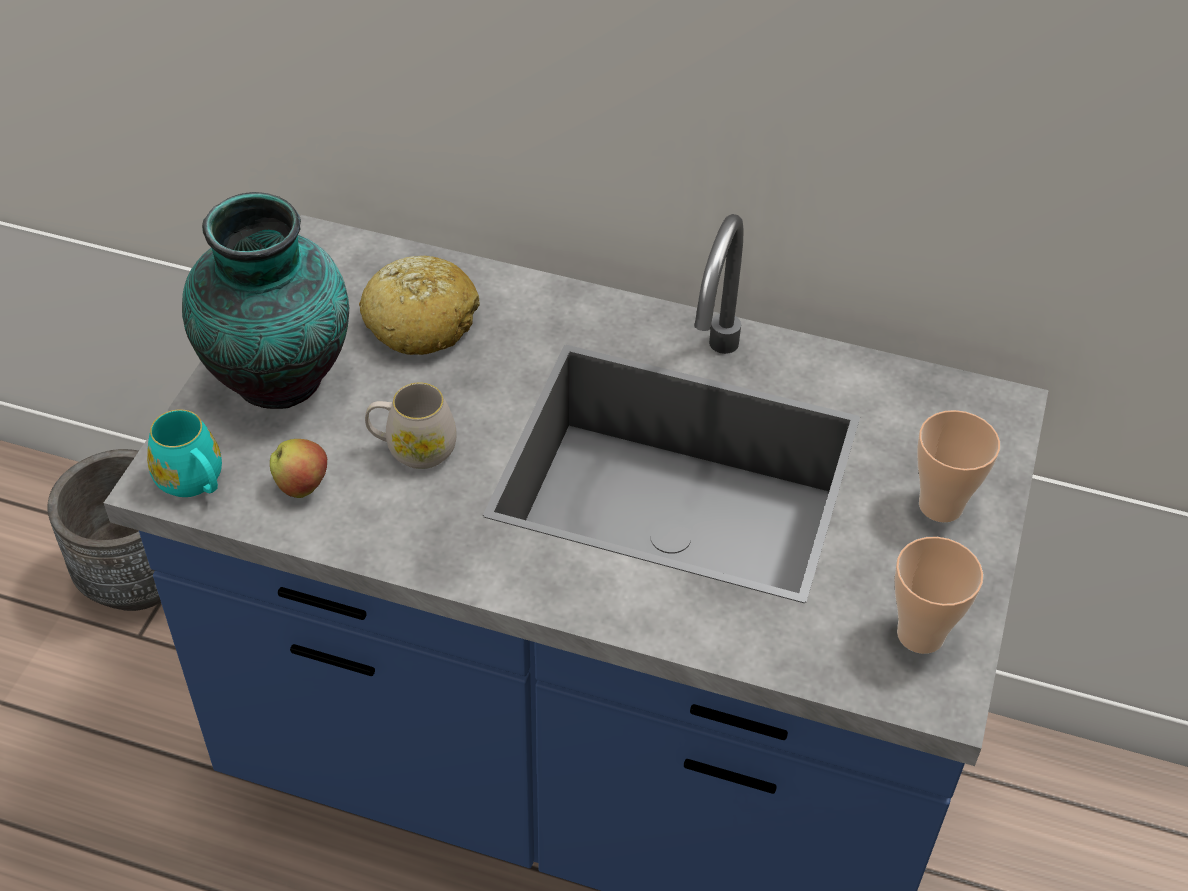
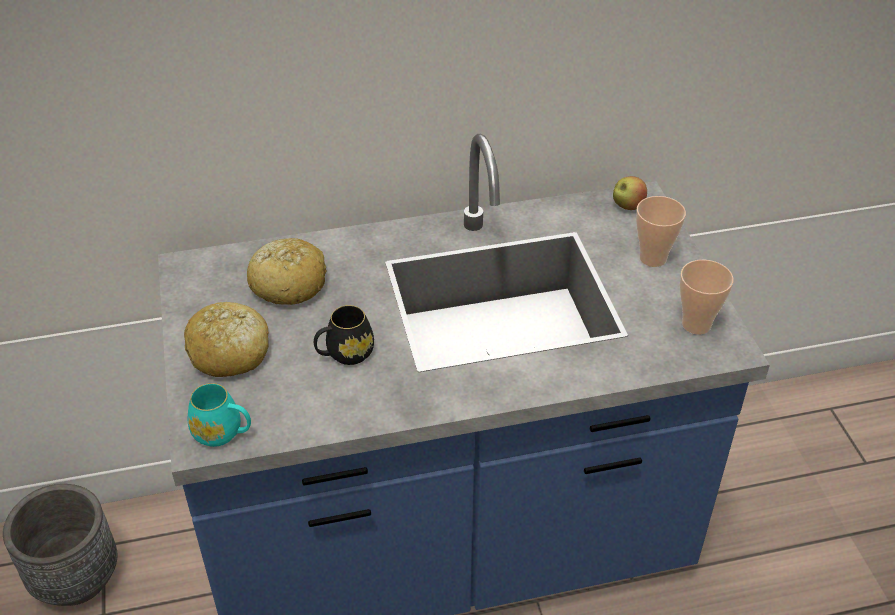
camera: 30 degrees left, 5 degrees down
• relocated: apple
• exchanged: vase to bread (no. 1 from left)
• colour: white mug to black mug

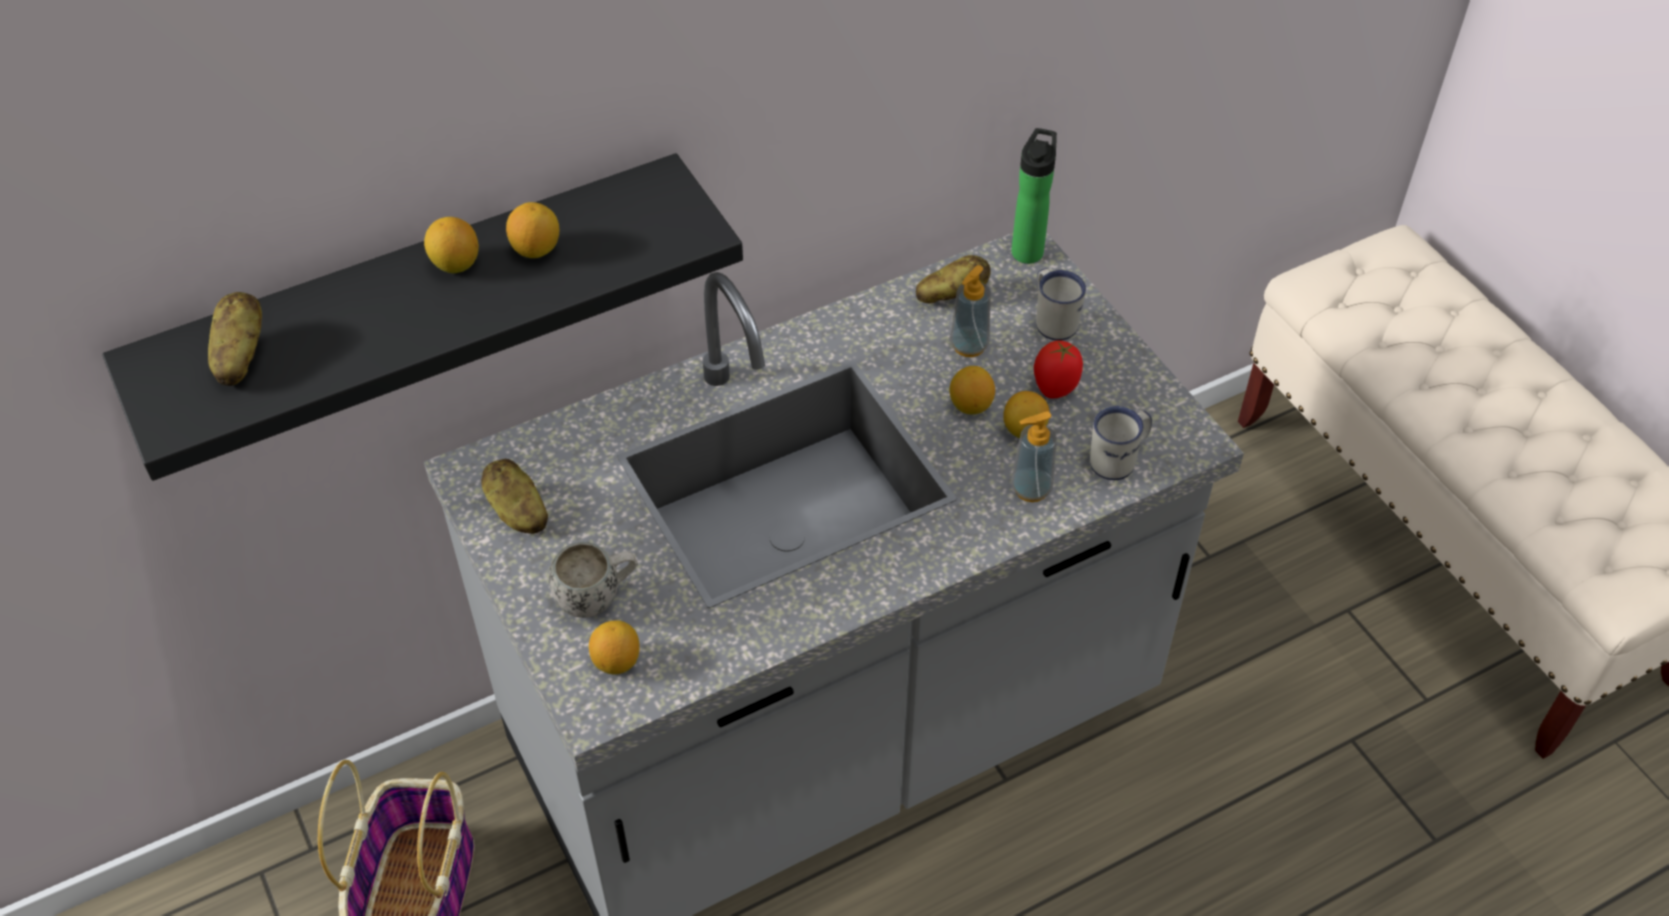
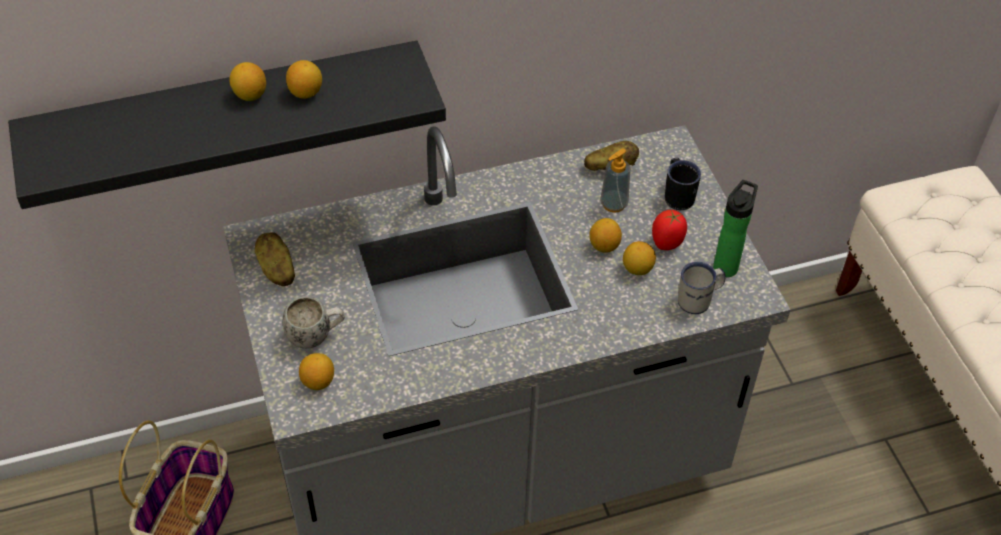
camera: 10 degrees right, 0 degrees up
• missing: potato (no. 1 from left)
• missing: soap dispenser (no. 2 from left)
• relocated: bottle
• colour: white mug (no. 2 from left) to black mug

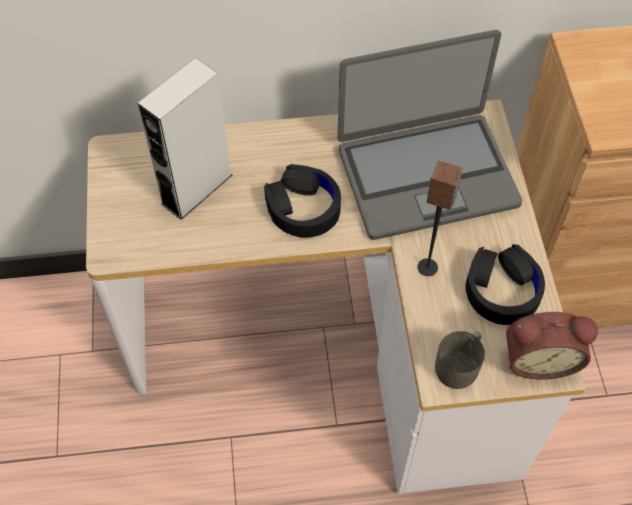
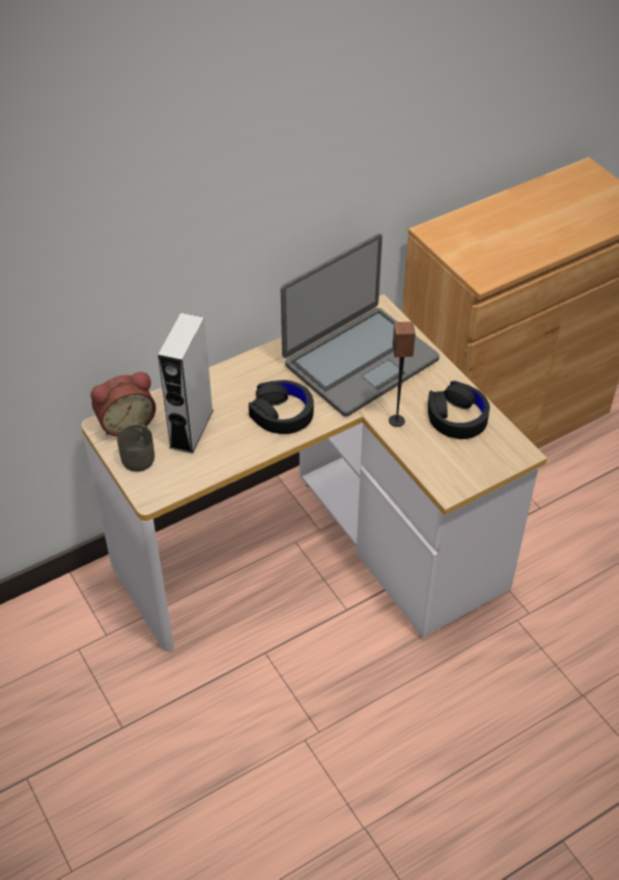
camera: 25 degrees left, 10 degrees down
• relocated: grey mug
• relocated: alarm clock

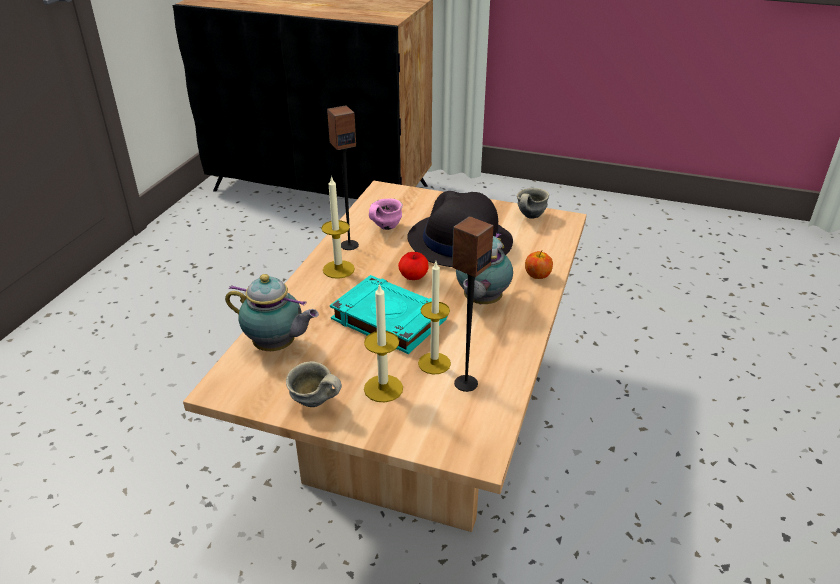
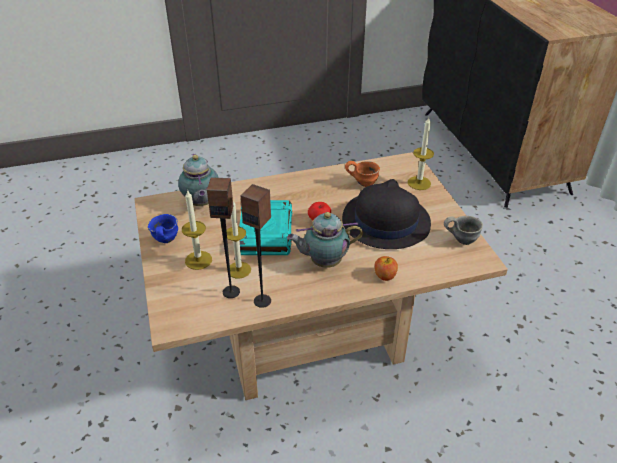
camera: 55 degrees right, 5 degrees up
• relocated: candle (no. 1 from left in the first image) to candle (no. 3 from left)
• relocated: speaker (no. 1 from left in the first image) to speaker (no. 2 from left)
• colour: grey mug (no. 1 from left) to blue mug
• colour: pink mug to orange mug

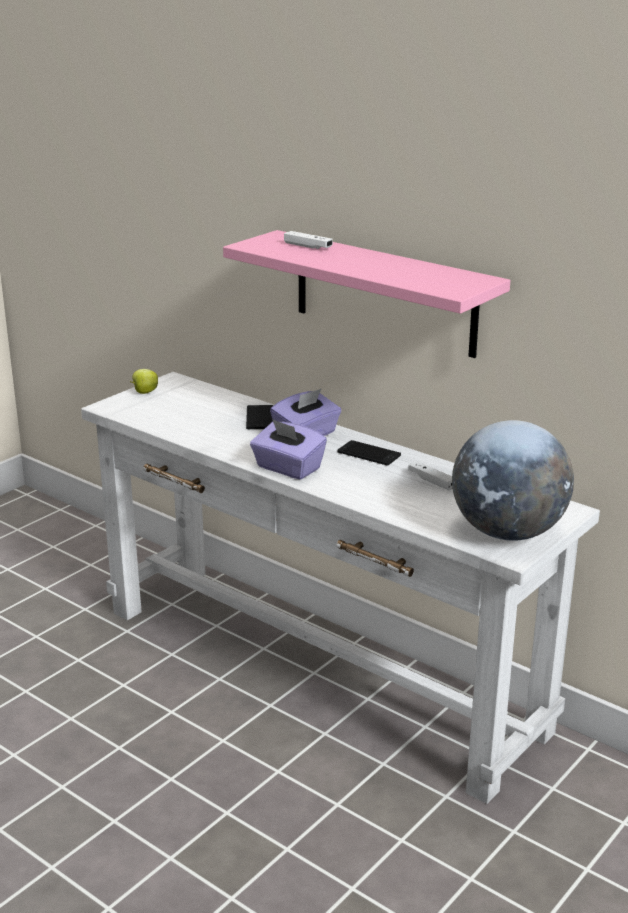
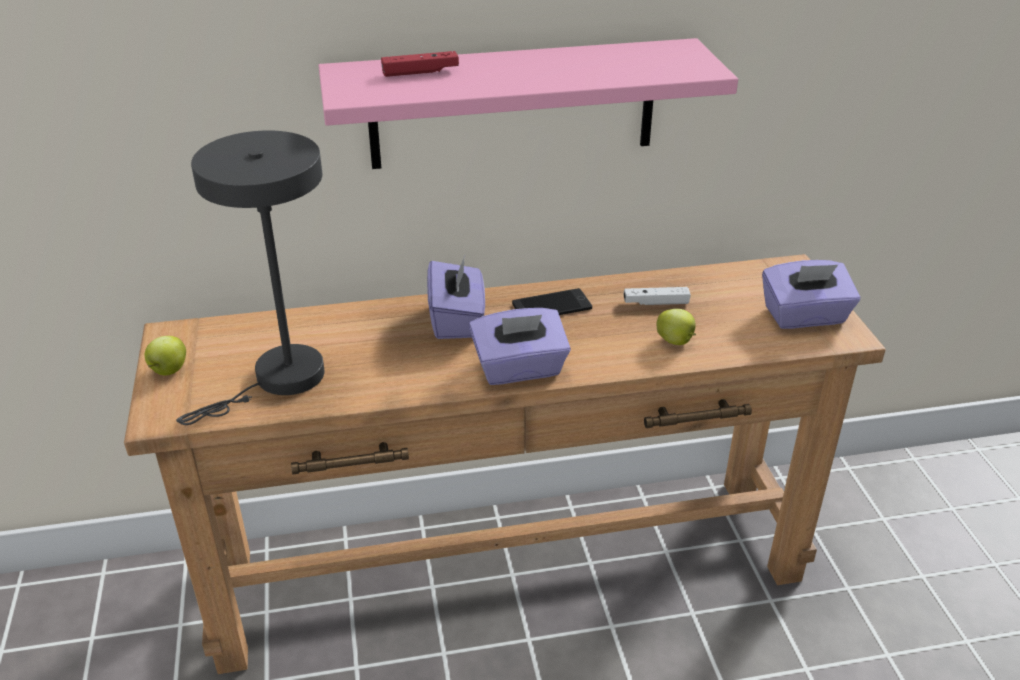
camera: 50 degrees left, 10 degrees up
• missing: phone (no. 1 from left)
• appeared: grey table lamp
• appeared: apple (no. 2 from left)
• exchanged: globe to purple tissue box (no. 3 from left)
• colour: white console table to brown console table
• colour: white game controller (no. 1 from left) to red game controller

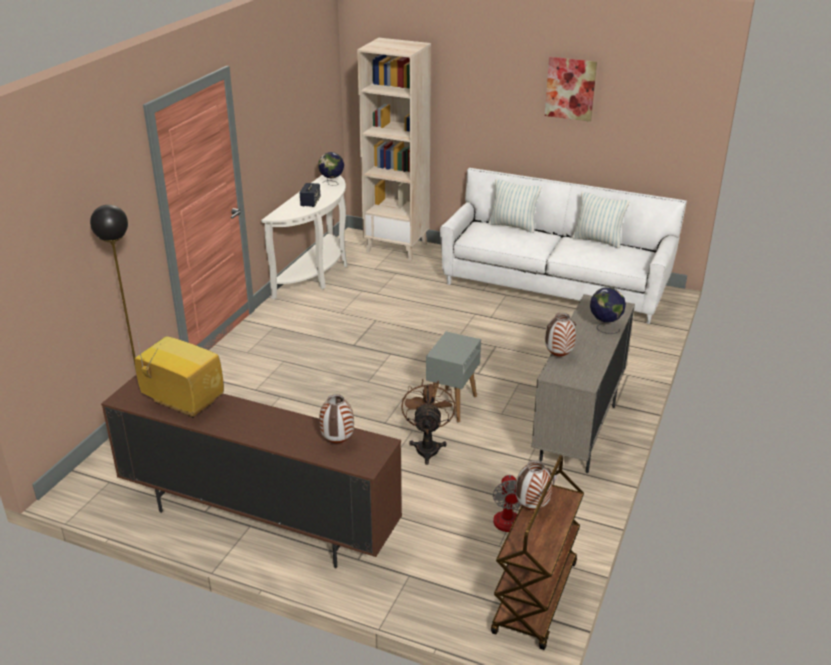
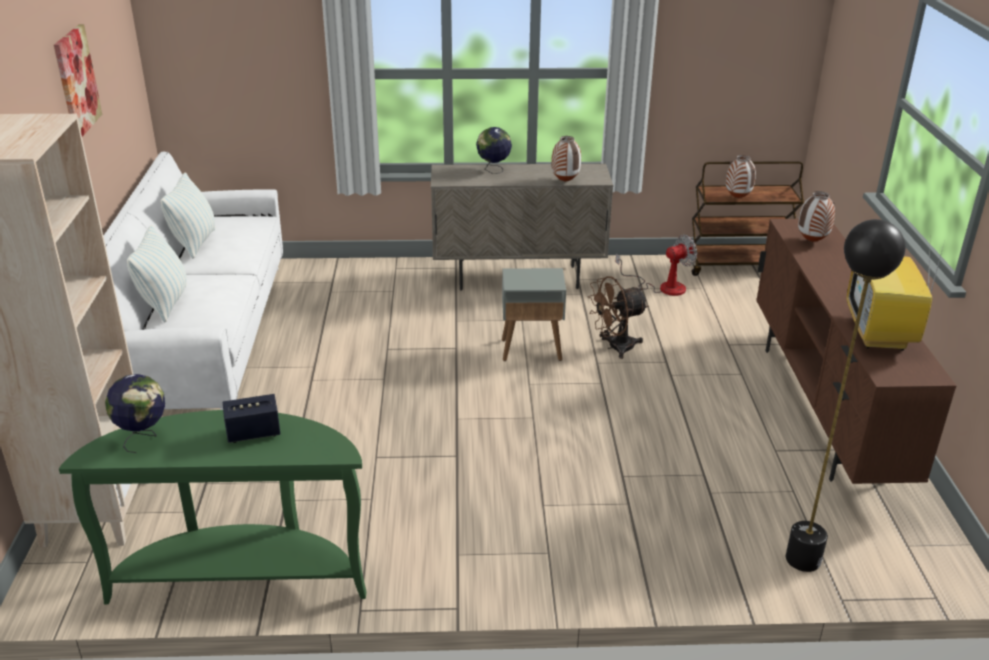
camera: 115 degrees left, 0 degrees up
• colour: white console table to green console table

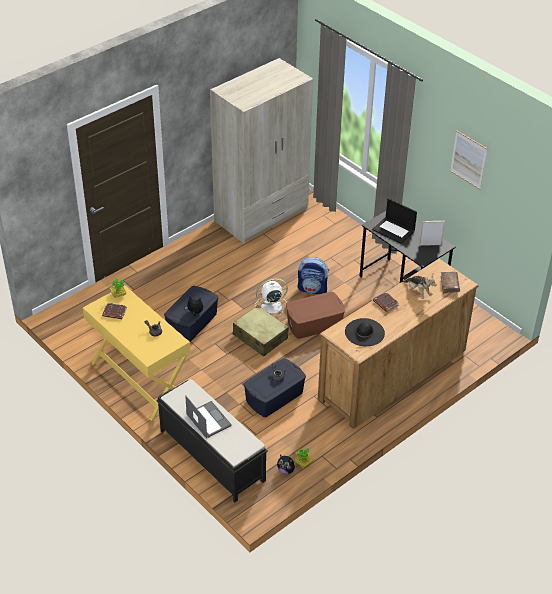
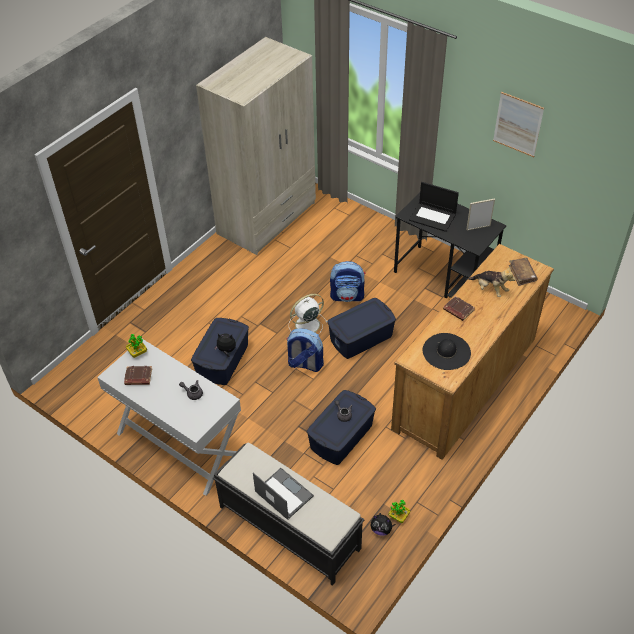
camera: 10 degrees left, 5 degrees up
• exchanged: beige suitcase to backpack (no. 1 from left)
• colour: yellow console table to white console table
• colour: brown storage box to blue storage box (no. 3 from left)

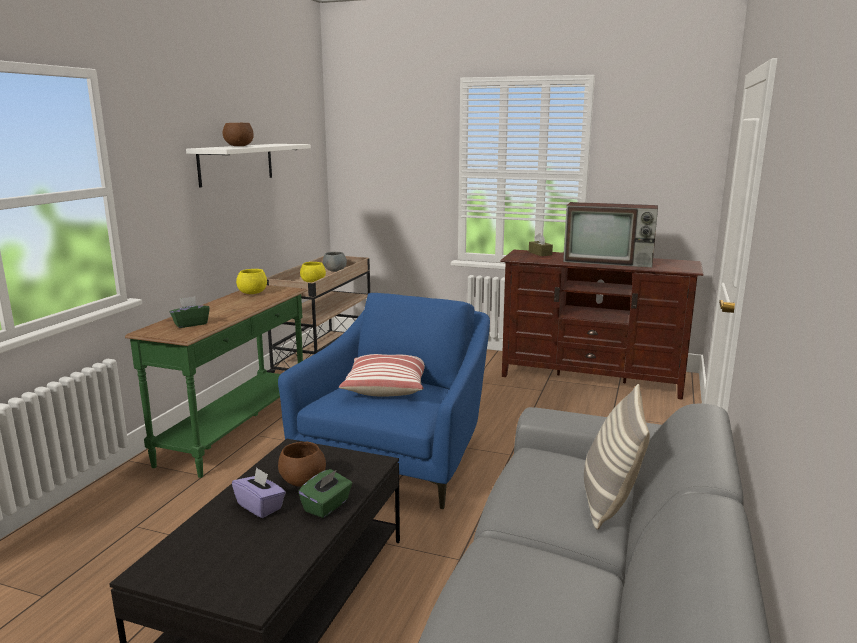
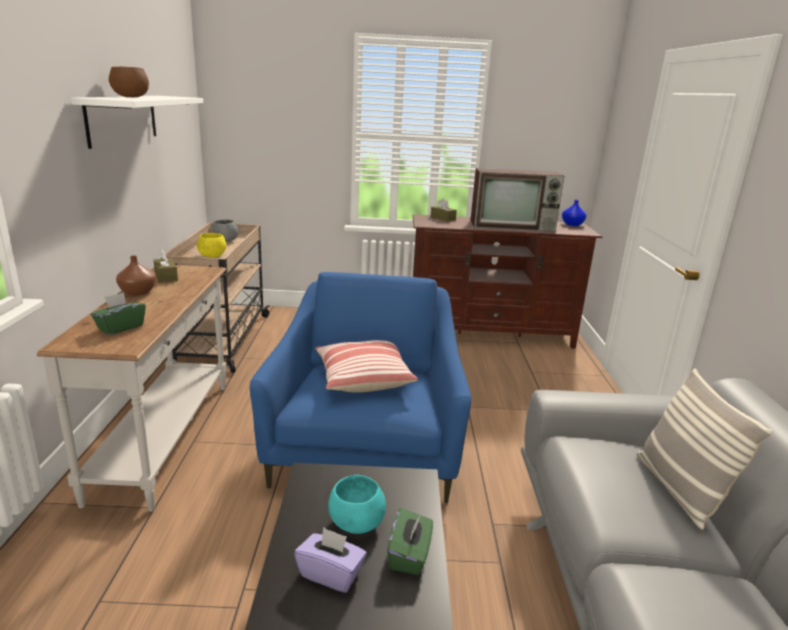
camera: 20 degrees left, 5 degrees up
• appeared: brown vase
• appeared: blue vase
• exchanged: yellow bowl (no. 1 from left) to brown tissue box (no. 1 from left)
• colour: green console table to white console table
• colour: brown bowl (no. 2 from left) to turquoise bowl

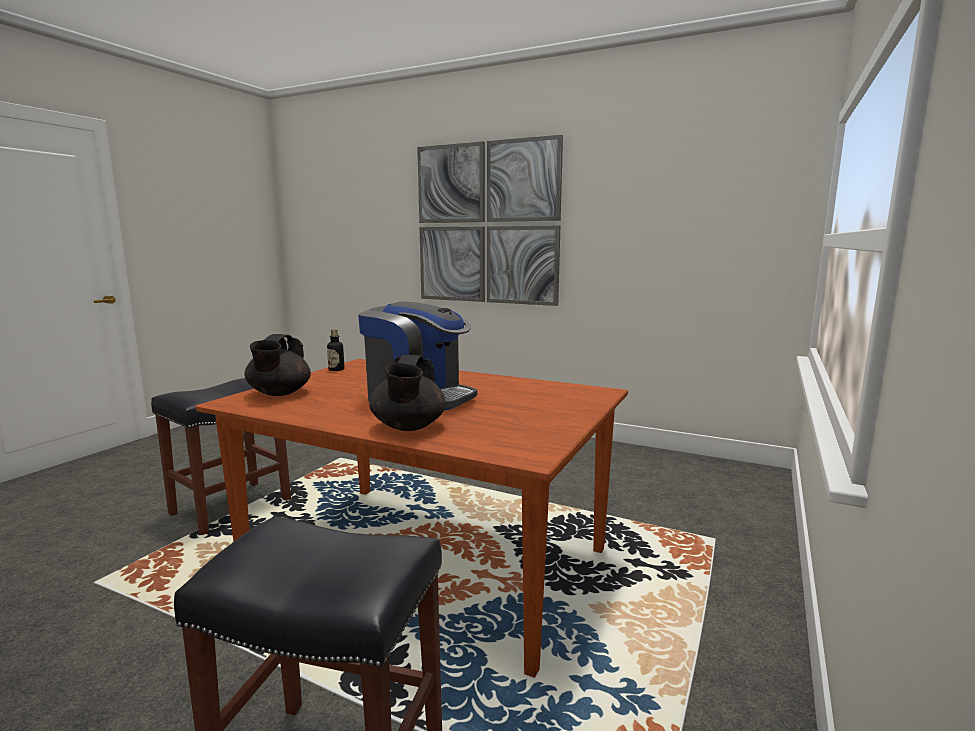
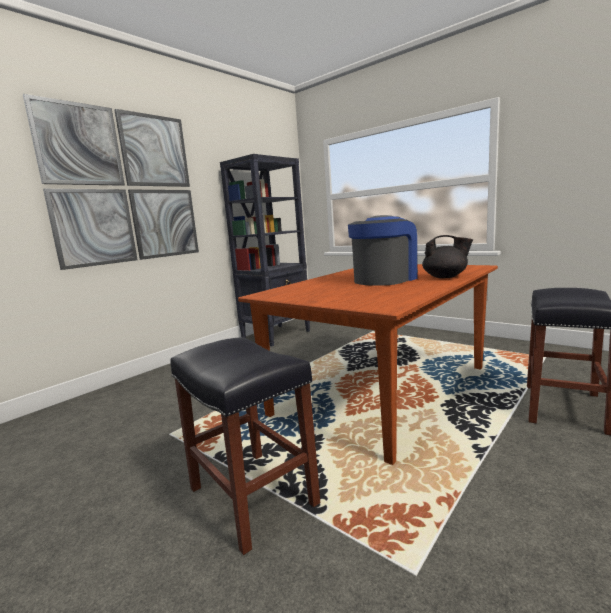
camera: 75 degrees left, 0 degrees up
• missing: black teapot (no. 1 from left)
• missing: bottle
• appeared: black bookcase

